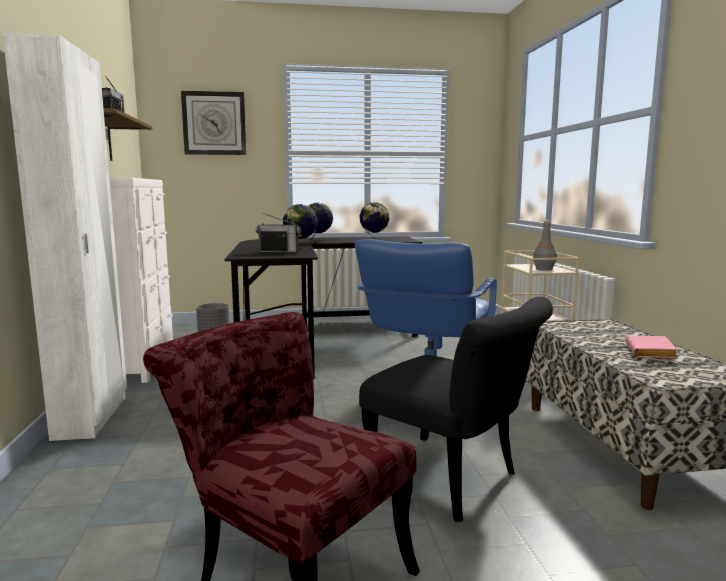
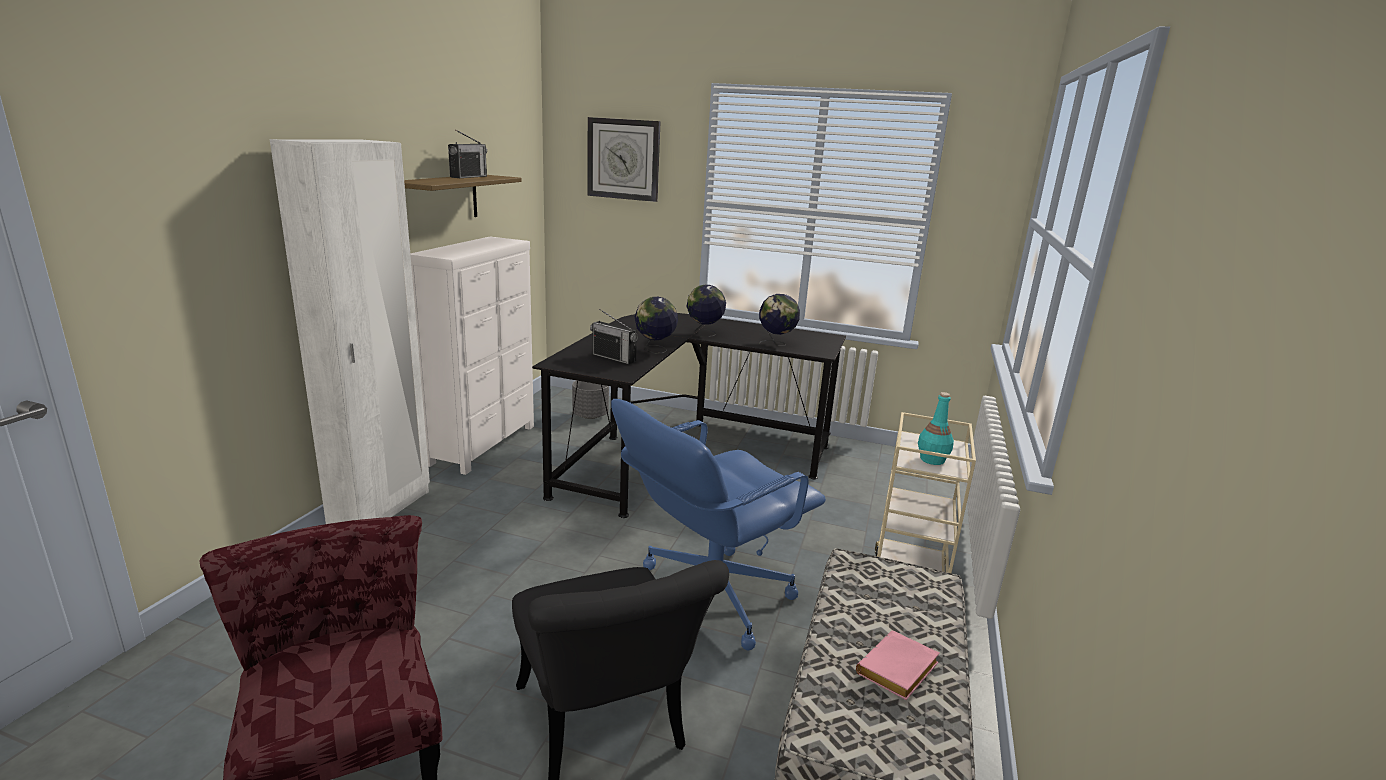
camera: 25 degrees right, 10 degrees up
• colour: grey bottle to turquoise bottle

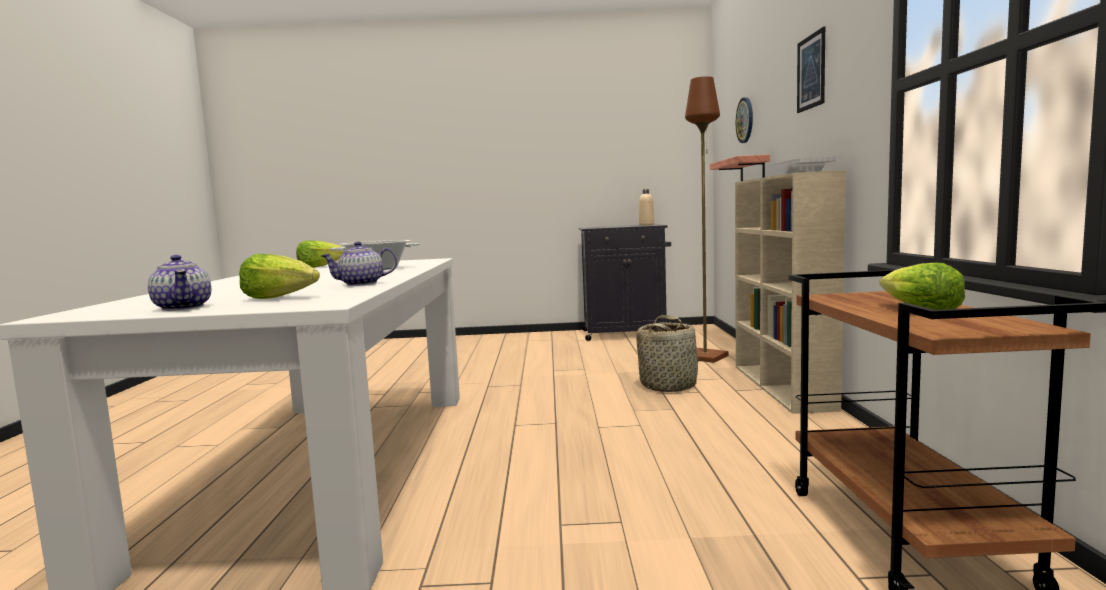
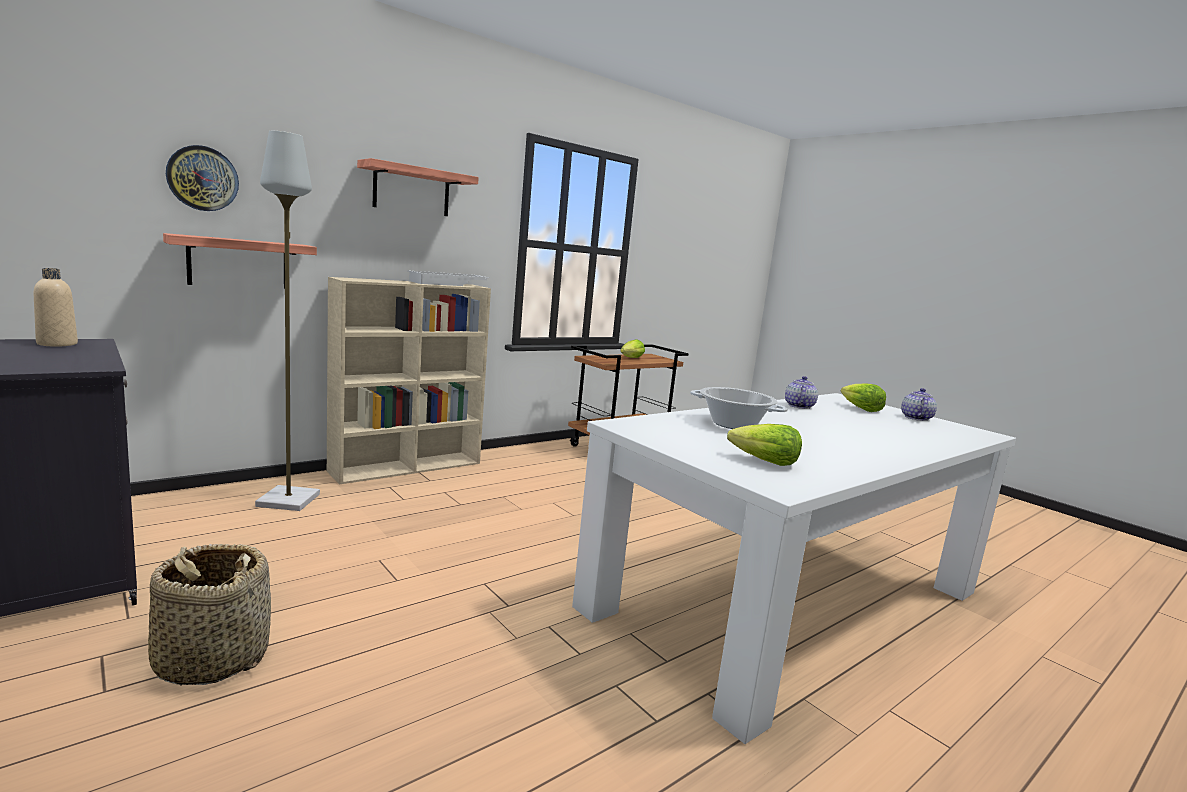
camera: 130 degrees left, 5 degrees up
• relocated: basket
• exchanged: picture to shelf (no. 2 from left)
• colour: brown floor lamp to grey floor lamp
• spun: teapot (no. 2 from left in the first image) 105 degrees counterclockwise

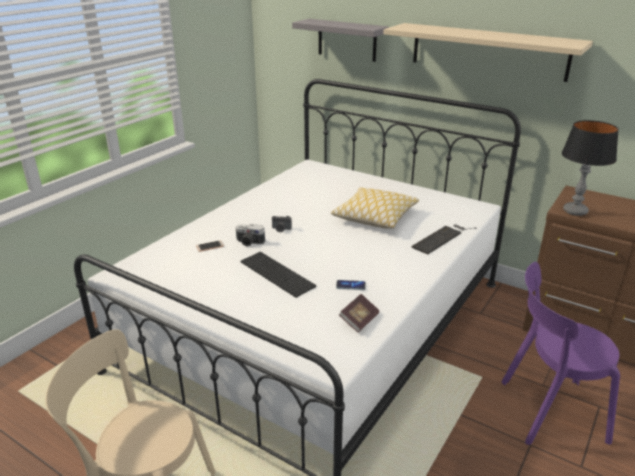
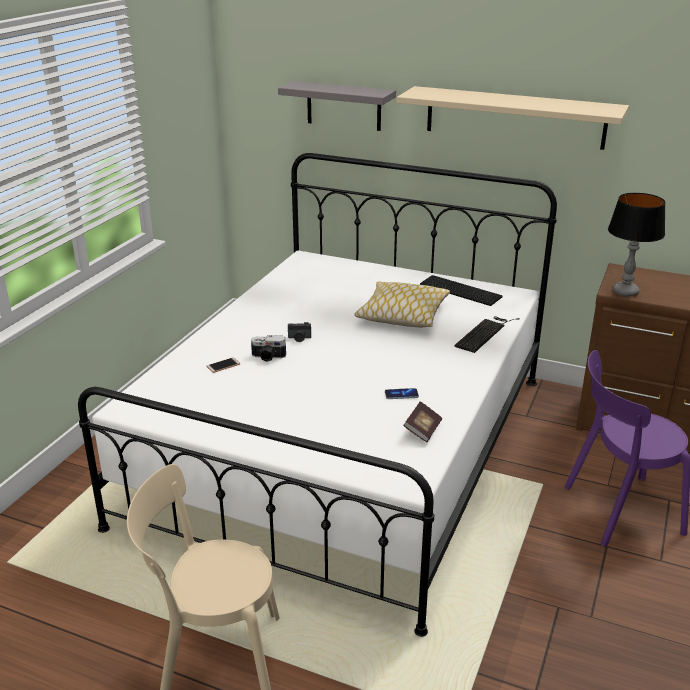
camera: 10 degrees left, 0 degrees up
• relocated: keyboard (no. 1 from left)

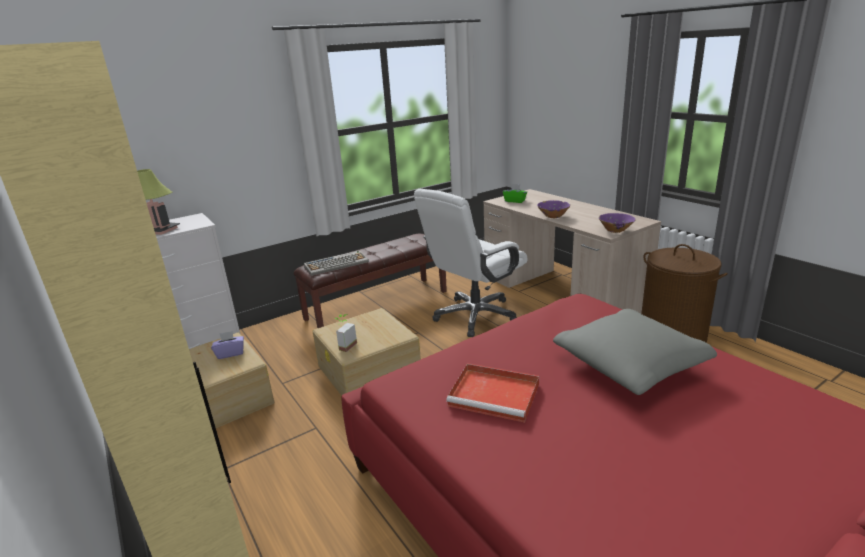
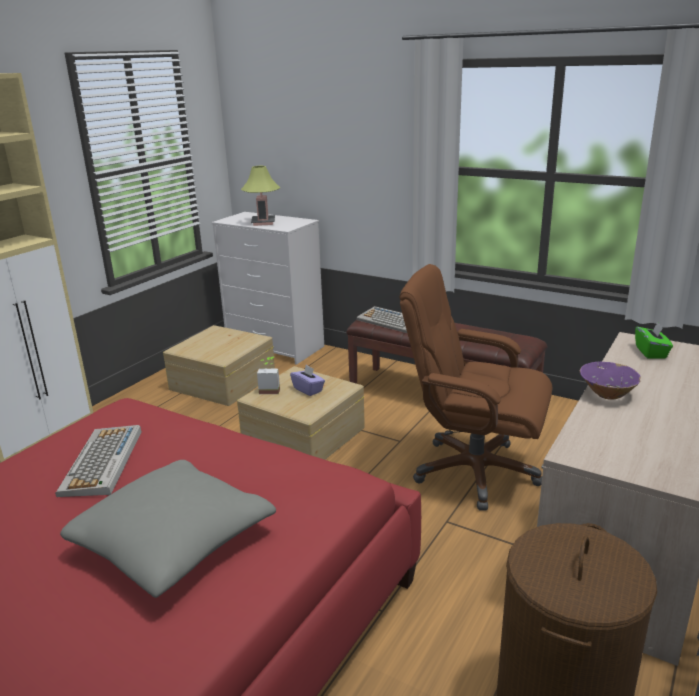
camera: 65 degrees right, 0 degrees up
• missing: purple bowl (no. 2 from left)
• relocated: purple tissue box
• exchanged: red tray to keyboard (no. 1 from left)
• colour: white office chair to brown office chair

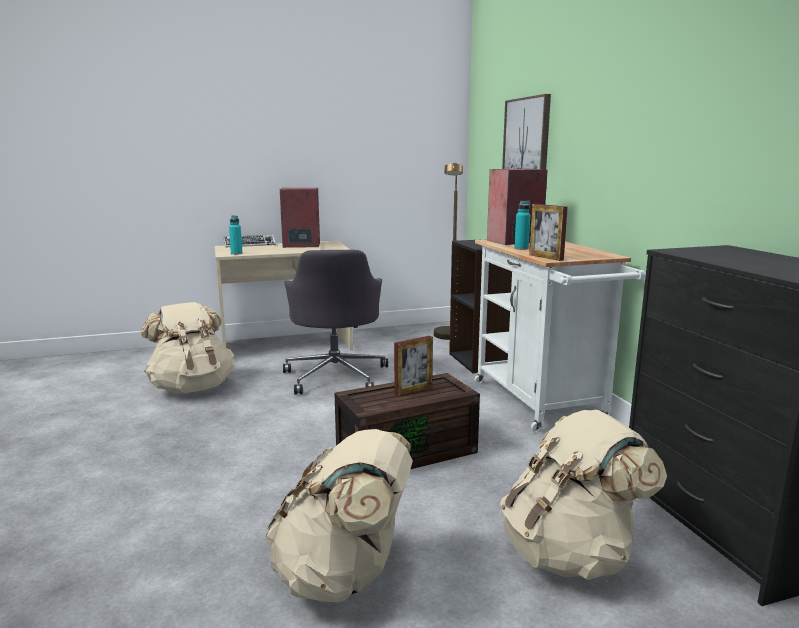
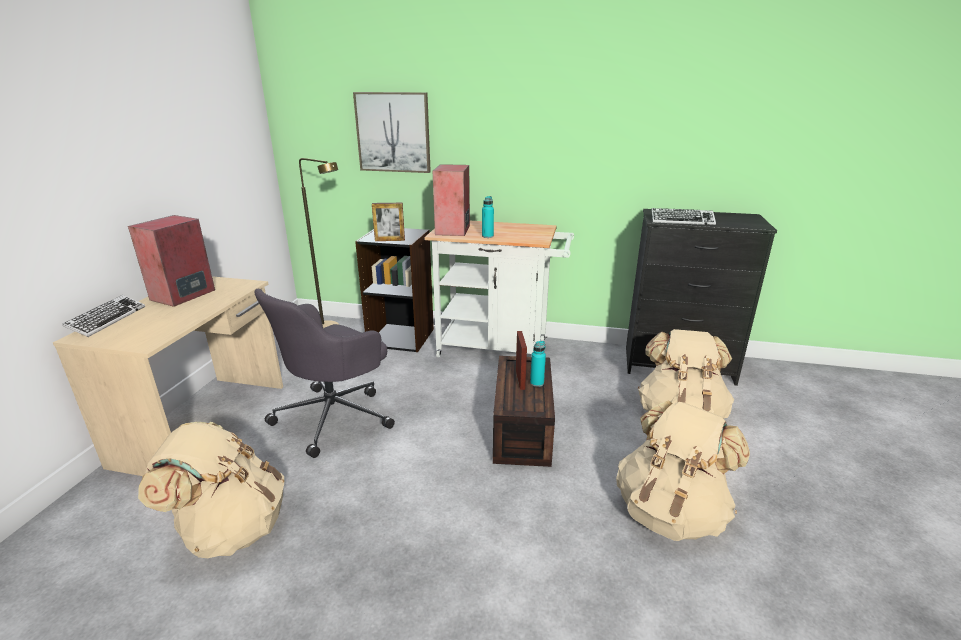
camera: 60 degrees left, 10 degrees up
• appeared: keyboard (no. 2 from left)
• relocated: turquoise bottle (no. 1 from left in the first image) to turquoise bottle (no. 2 from left)
• relocated: picture frame (no. 2 from left in the first image) to picture frame (no. 1 from left)
• spun: grey office chair 105 degrees clockwise

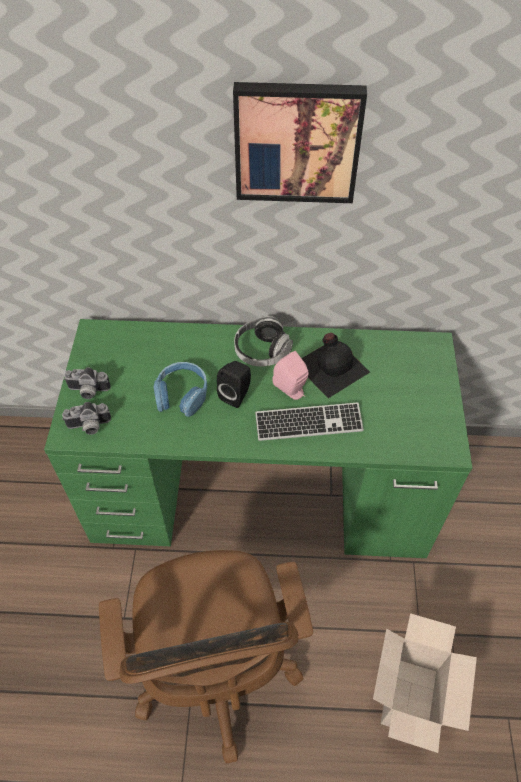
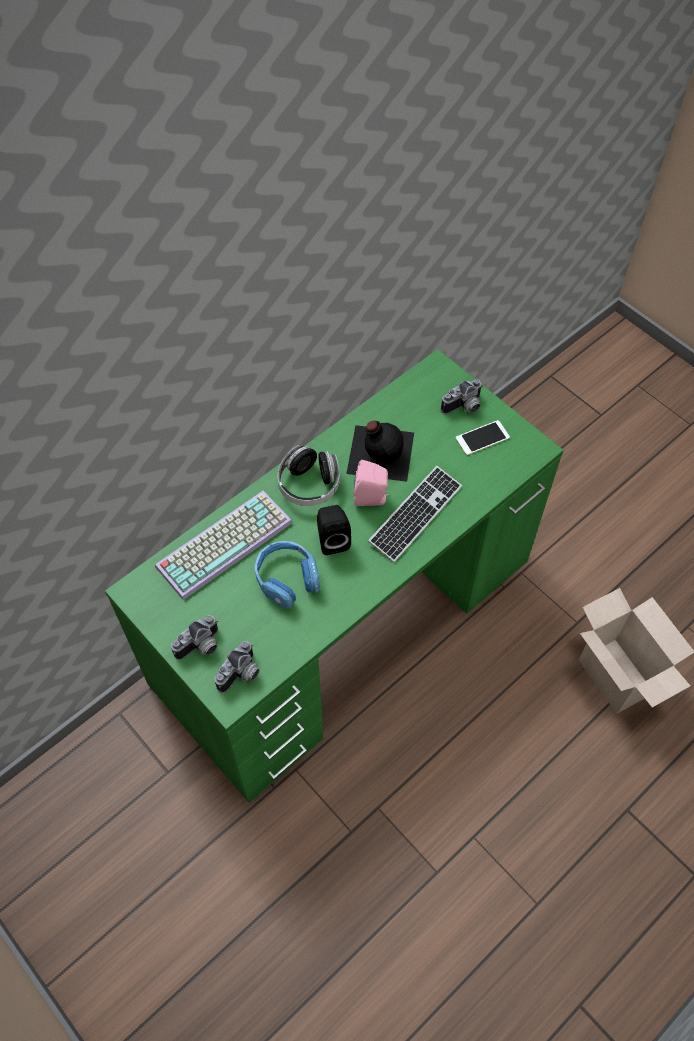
camera: 45 degrees left, 5 degrees up
• missing: brown office chair
• missing: picture
• appeared: keyboard (no. 1 from left)
• appeared: photo camera (no. 3 from left)
• appeared: phone

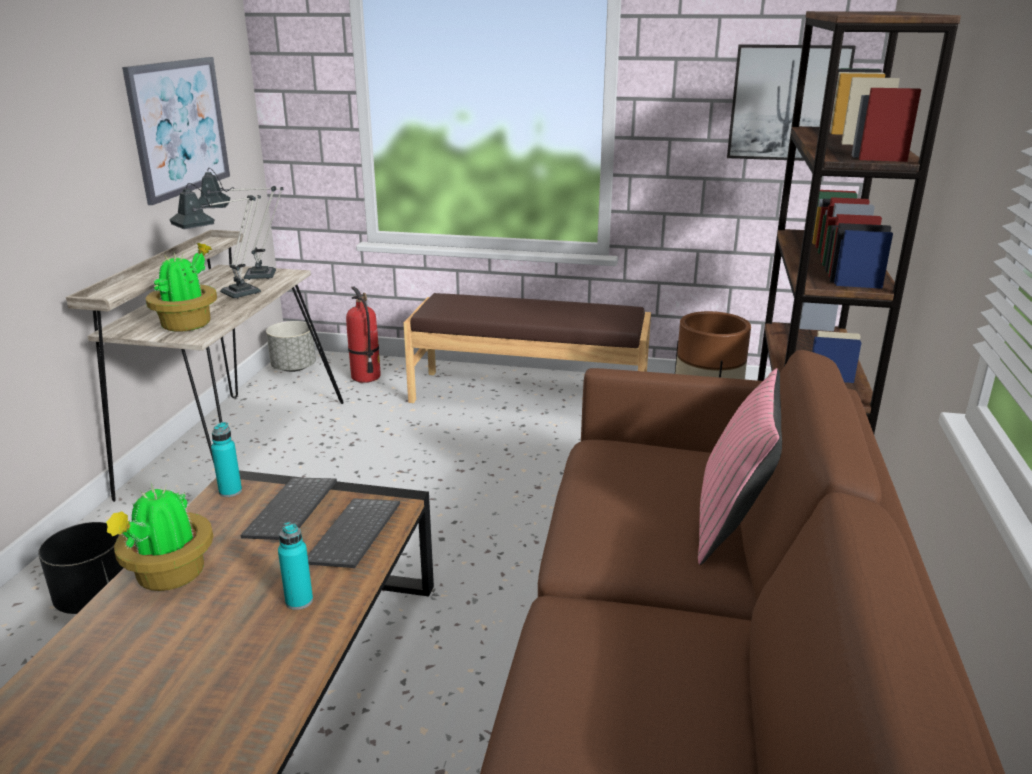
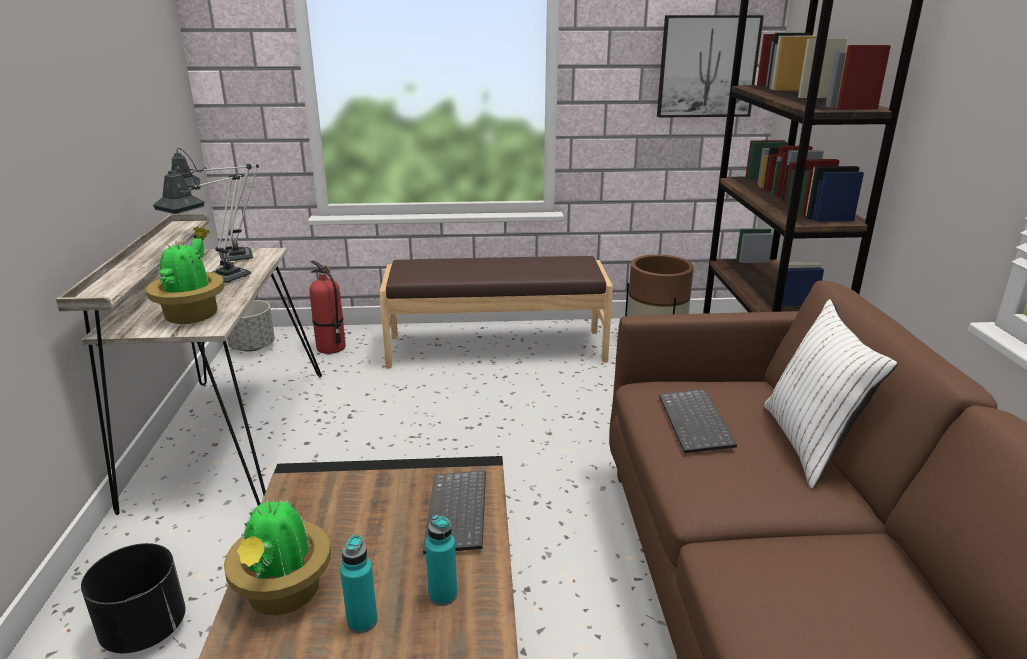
camera: 15 degrees left, 0 degrees up
• missing: picture (no. 1 from left)
• relocated: turquoise bottle (no. 1 from left)
• relocated: keyboard (no. 1 from left in the first image) to keyboard (no. 2 from left)
• colour: pink pillow to white pillow

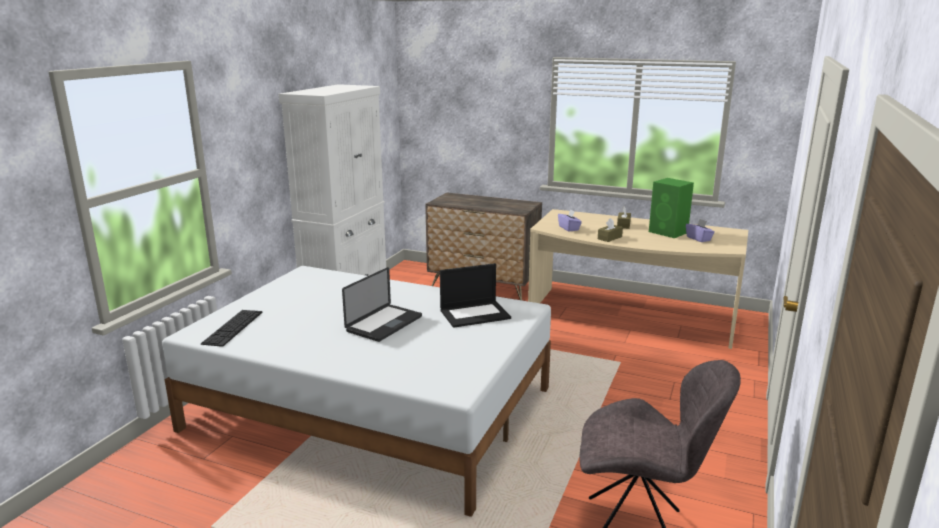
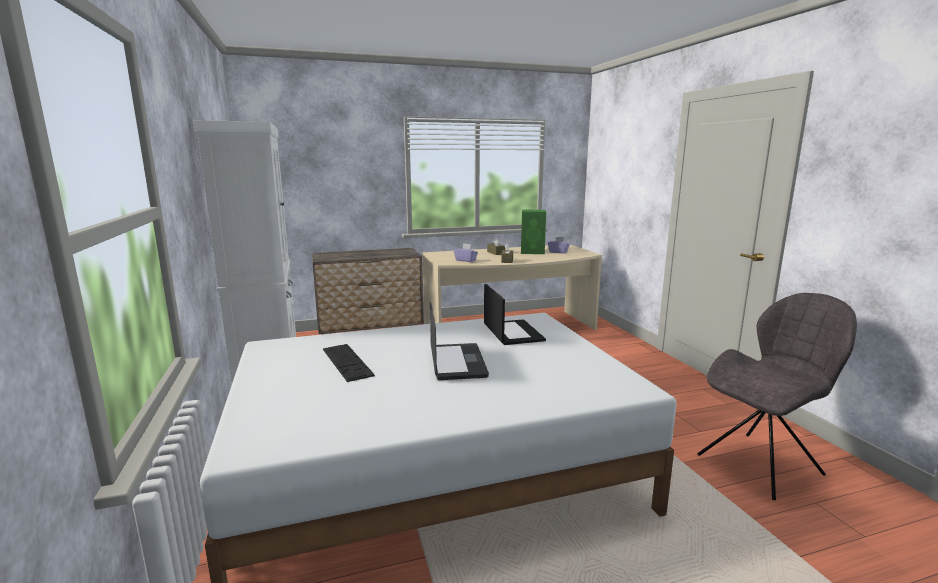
camera: 40 degrees left, 5 degrees down
• relocated: keyboard
• spun: laptop (no. 2 from left) 45 degrees counterclockwise

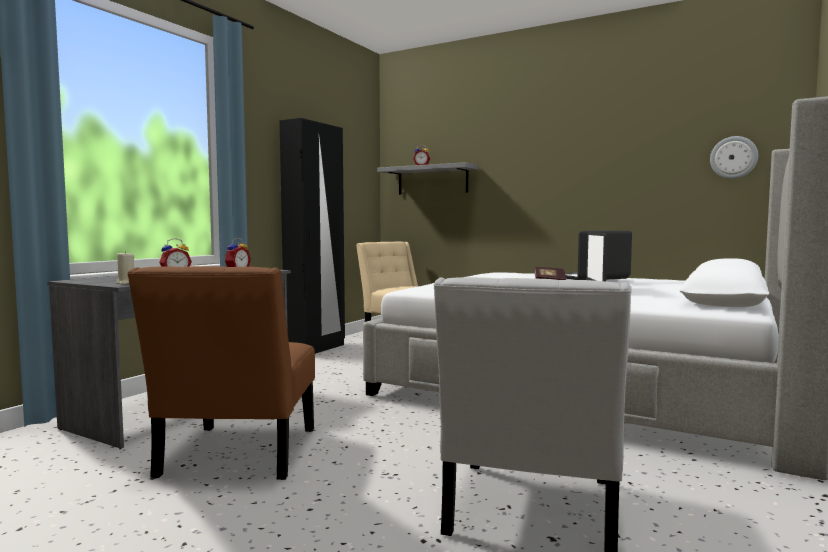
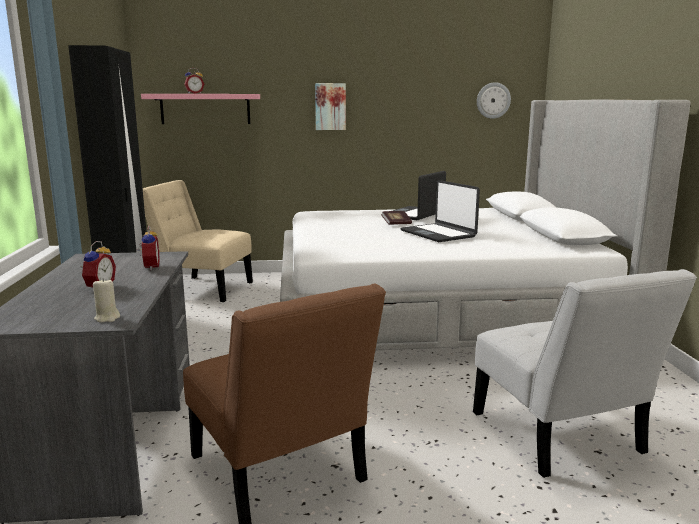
camera: 35 degrees left, 10 degrees up
• appeared: picture
• colour: grey shelf to pink shelf

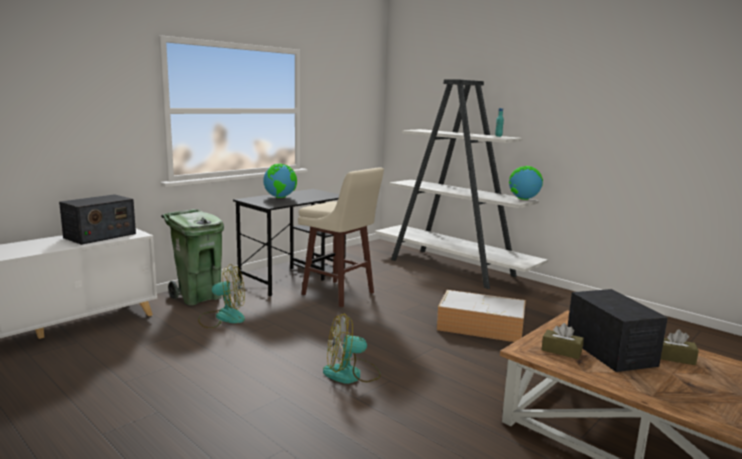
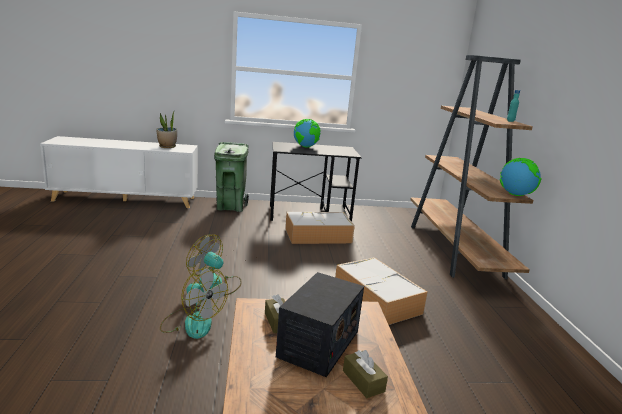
camera: 40 degrees right, 5 degrees up
• relocated: fan (no. 1 from left)
• exchanged: radio (no. 1 from left) to potted plant
• exchanged: beige stool to storage box (no. 1 from left)
• colour: white bookcase to brown bookcase

